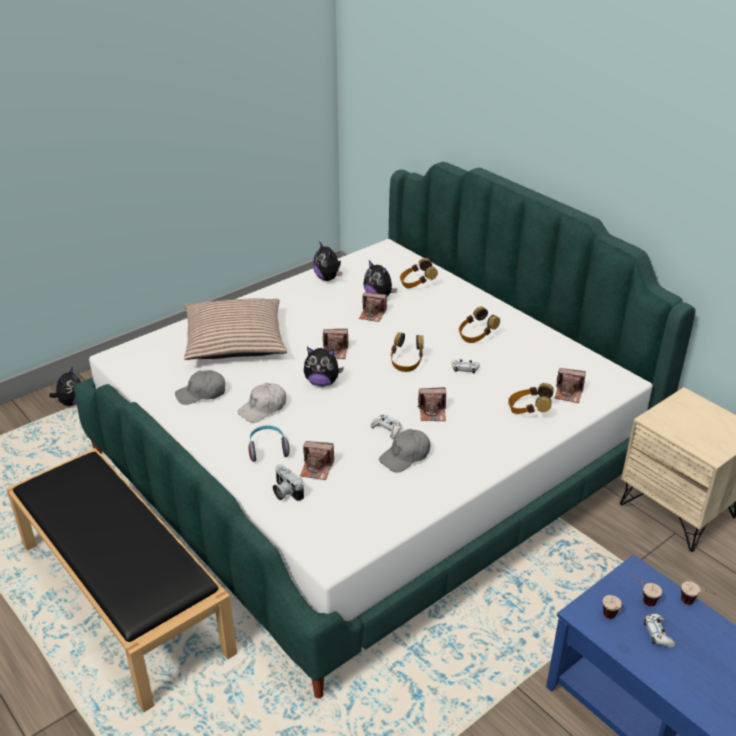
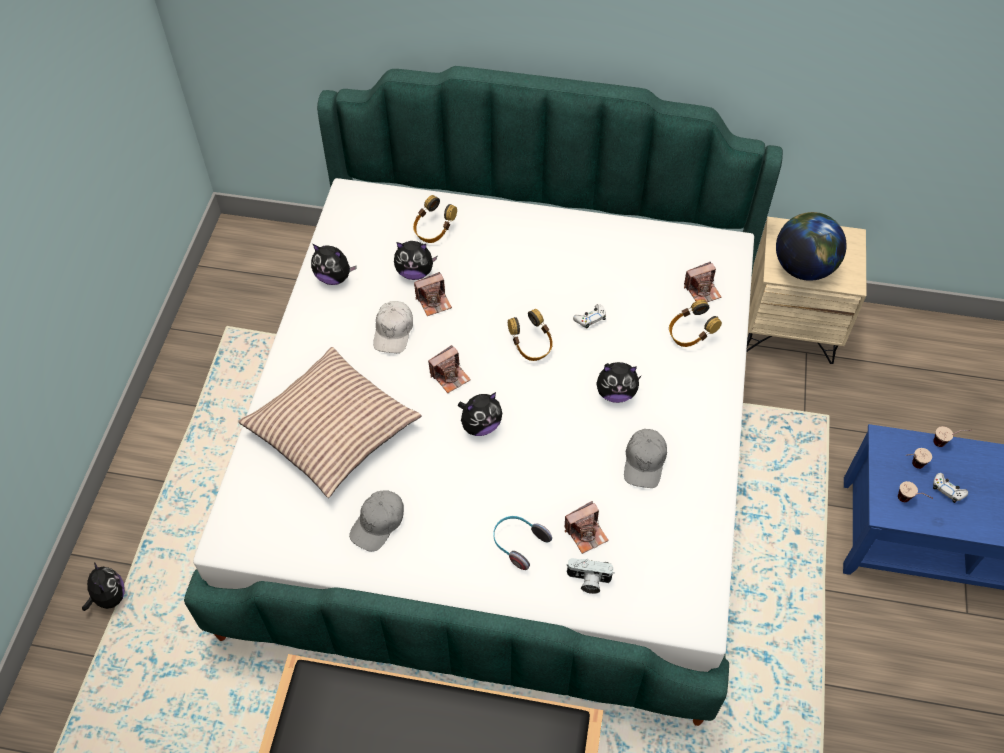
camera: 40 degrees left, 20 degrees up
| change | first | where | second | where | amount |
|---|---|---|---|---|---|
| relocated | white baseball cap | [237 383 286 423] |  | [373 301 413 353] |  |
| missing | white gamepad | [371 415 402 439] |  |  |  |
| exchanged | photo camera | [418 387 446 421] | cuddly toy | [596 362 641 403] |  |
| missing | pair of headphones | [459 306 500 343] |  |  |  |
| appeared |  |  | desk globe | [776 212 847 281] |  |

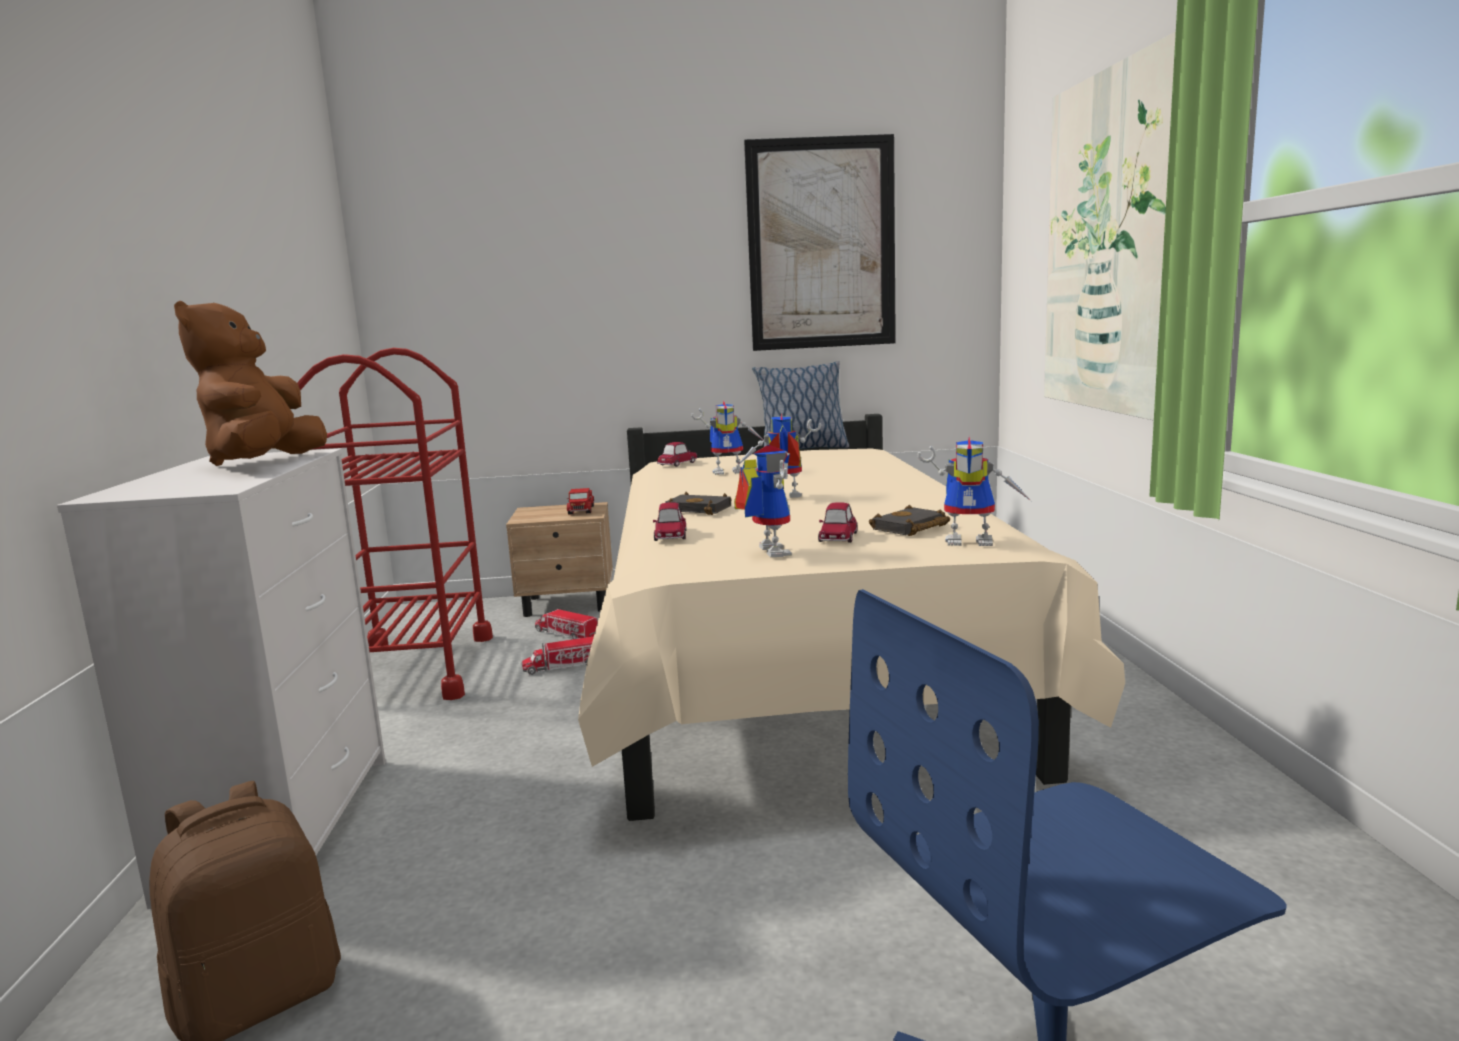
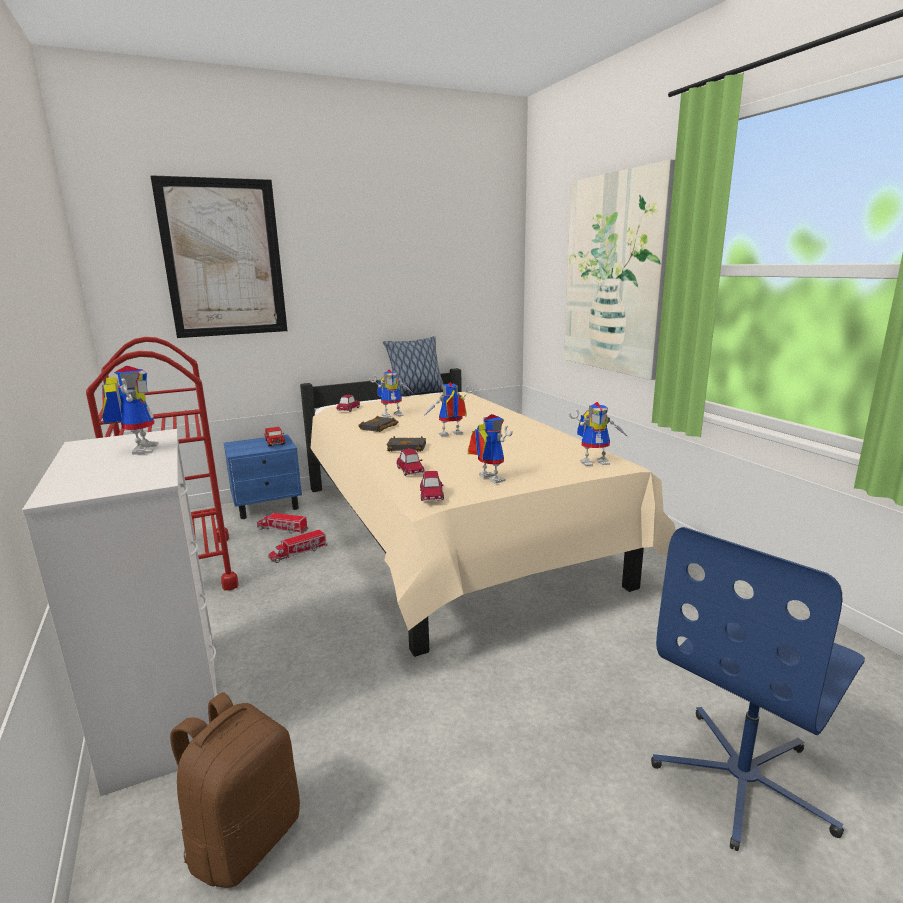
camera: 20 degrees left, 5 degrees up
| change | first | where | second | where | amount |
|---|---|---|---|---|---|
| exchanged | brown cuddly toy | [174 301 327 466] | toy robot | [102 366 159 455] |  |
| colour | beige-coloured night table | [506 502 613 617] | blue night table | [224 434 302 519] |  |
| relocated | picture | [744 134 896 351] |  | [150 175 288 338] |  |
| relocated | miniature car | [818 502 858 543] |  | [420 471 444 501] |  |
| relocated | black-coloured book | [869 505 950 536] |  | [358 416 398 432] |  |

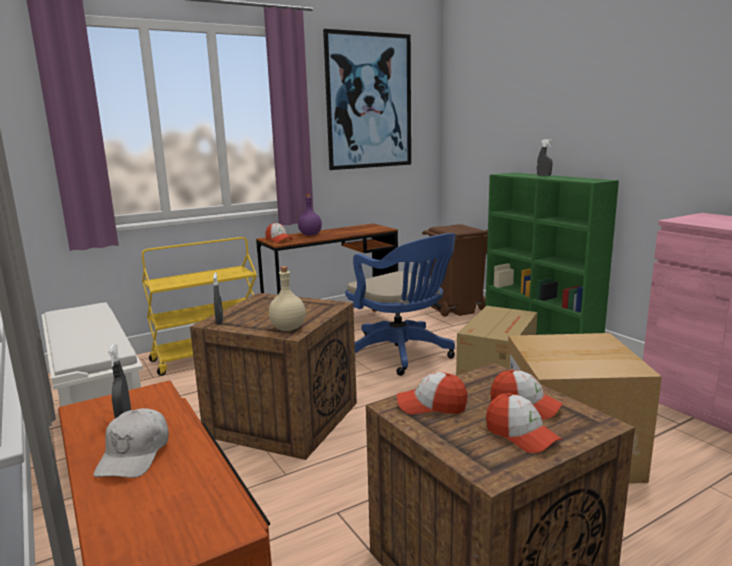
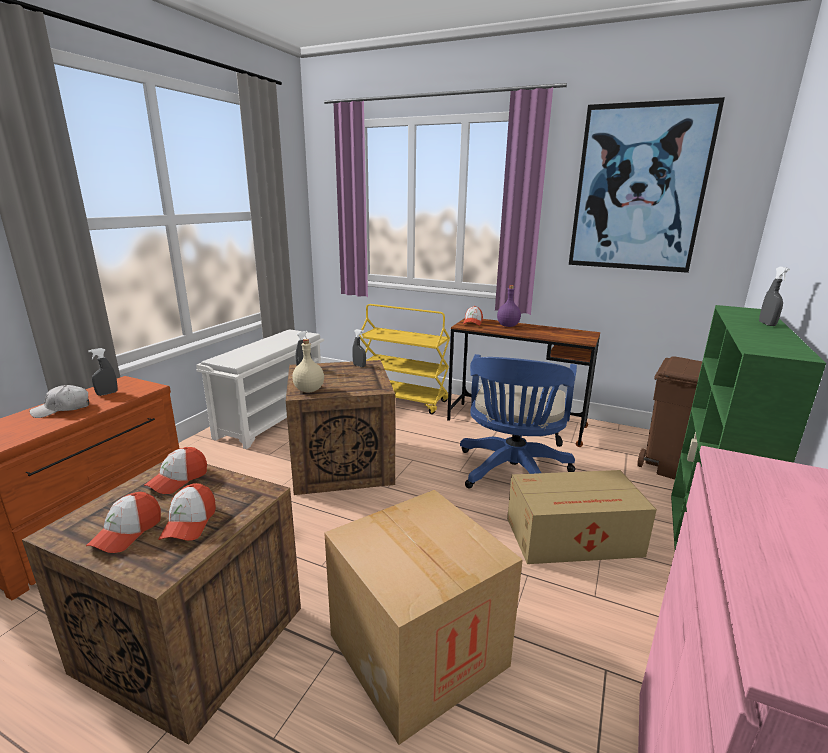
camera: 55 degrees right, 5 degrees up
| change | first | where | second | where | amount |
|---|---|---|---|---|---|
| spun | baseball cap | [397 372 468 415] |  | [144 447 207 494] | 120 degrees counterclockwise |
| appeared |  |  | greyish hand sprayer | [352 329 366 367] |  |

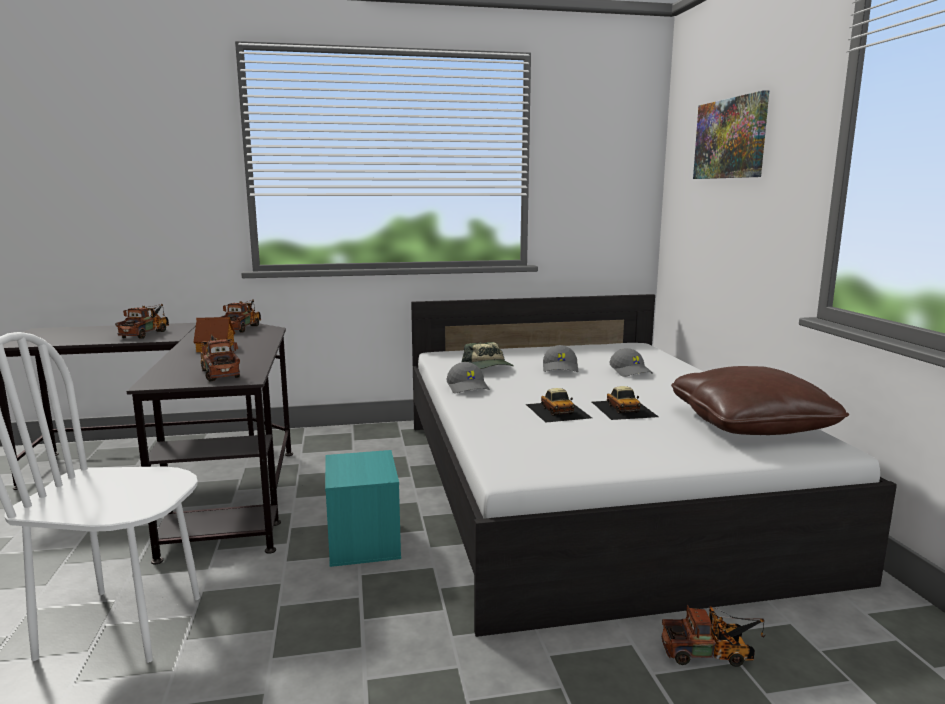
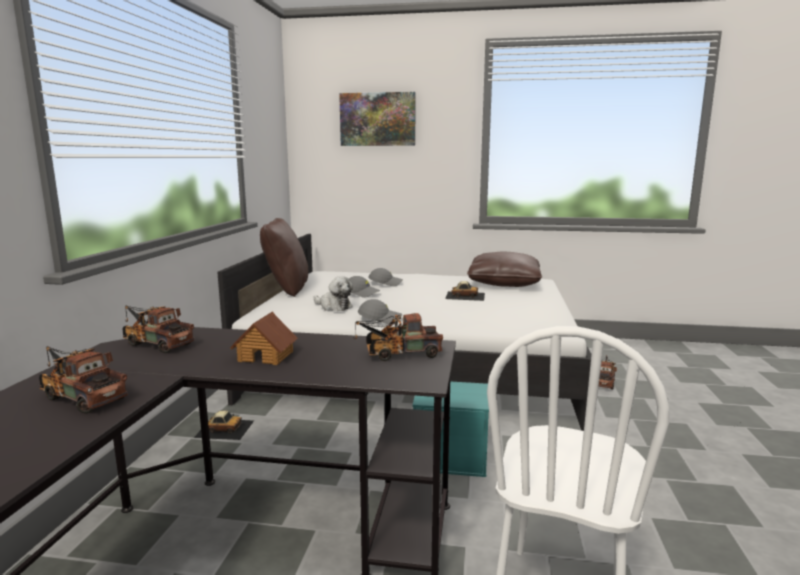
camera: 70 degrees left, 0 degrees up
| change | first | where | second | where | amount |
|---|---|---|---|---|---|
| exchanged | baseball cap | [462 342 514 369] | cuddly toy | [314 276 353 311] |  |
| relocated | miniature car | [526 388 592 423] |  | [194 410 254 440] |  |
| appeared |  |  | brown pillow | [260 218 308 297] |  |

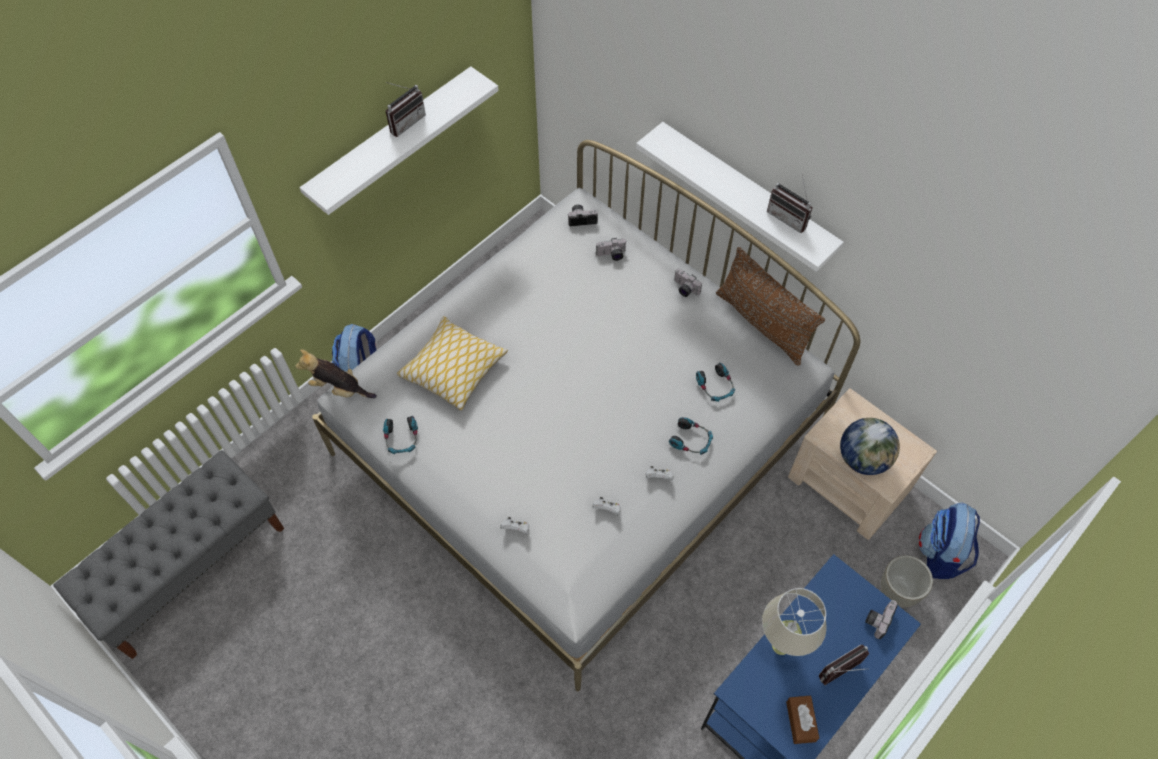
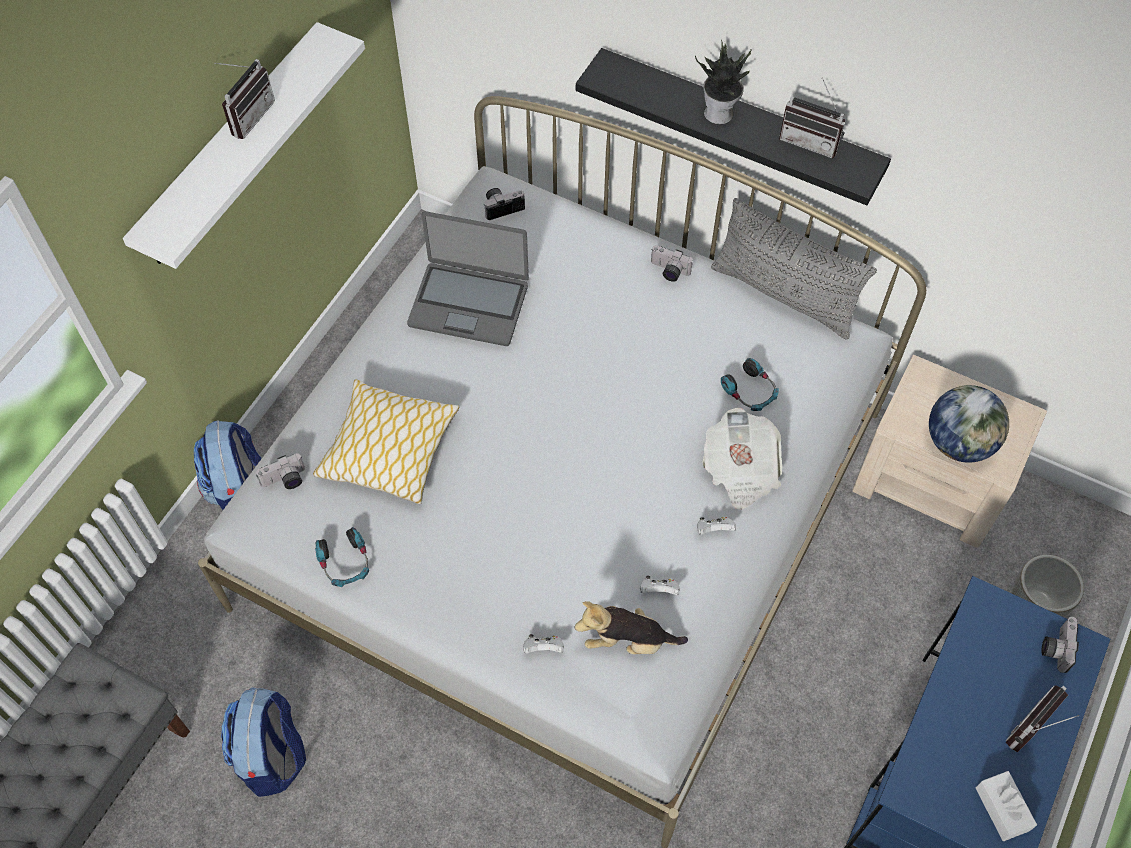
camera: 15 degrees left, 0 degrees up
| change | first | where | second | where | amount |
|---|---|---|---|---|---|
| relocated | cuddly toy | [295 349 377 398] |  | [575 601 688 655] |  |
| relocated | photo camera | [596 238 626 261] |  | [256 453 305 489] |  |
| colour | white bracket shelf | [636 122 844 272] | black-coloured bracket shelf | [576 48 891 206] |  |
| exchanged | pair of headphones | [669 417 713 455] | newspaper | [702 408 782 510] |  |
| colour | brown pillow | [716 247 825 366] | greyish pillow | [711 198 877 340] |  |
| missing | beige-coloured table lamp | [762 588 827 656] |  |  |  |
| colour | brown tissue box | [786 696 819 744] | white tissue box | [976 771 1037 841] |  |
| relocated | rucksack | [919 502 980 579] |  | [221 688 306 797] |  |
| appeared |  |  | laptop | [407 211 529 346] |  |
| appeared |  |  | houseplant | [695 39 752 124] |  |

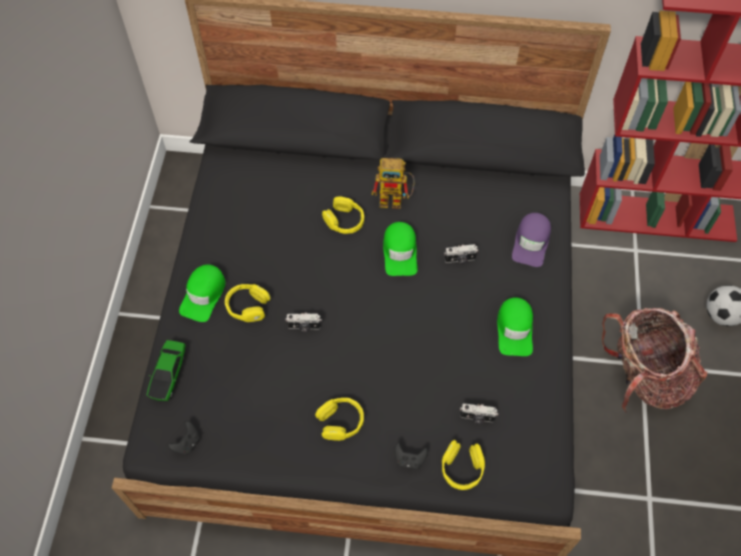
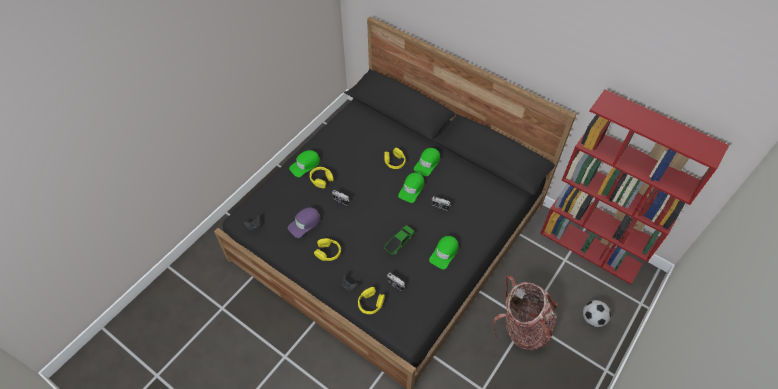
camera: 30 degrees right, 5 degrees down
| change | first | where | second | where | amount |
|---|---|---|---|---|---|
| relocated | miniature car | [146 340 186 401] |  | [384 225 415 255] |  |
| exchanged | toy robot | [372 158 415 209] | green baseball cap | [414 148 440 176] |  |
| relocated | purple-coloured baseball cap | [512 213 551 267] |  | [288 207 320 238] |  |

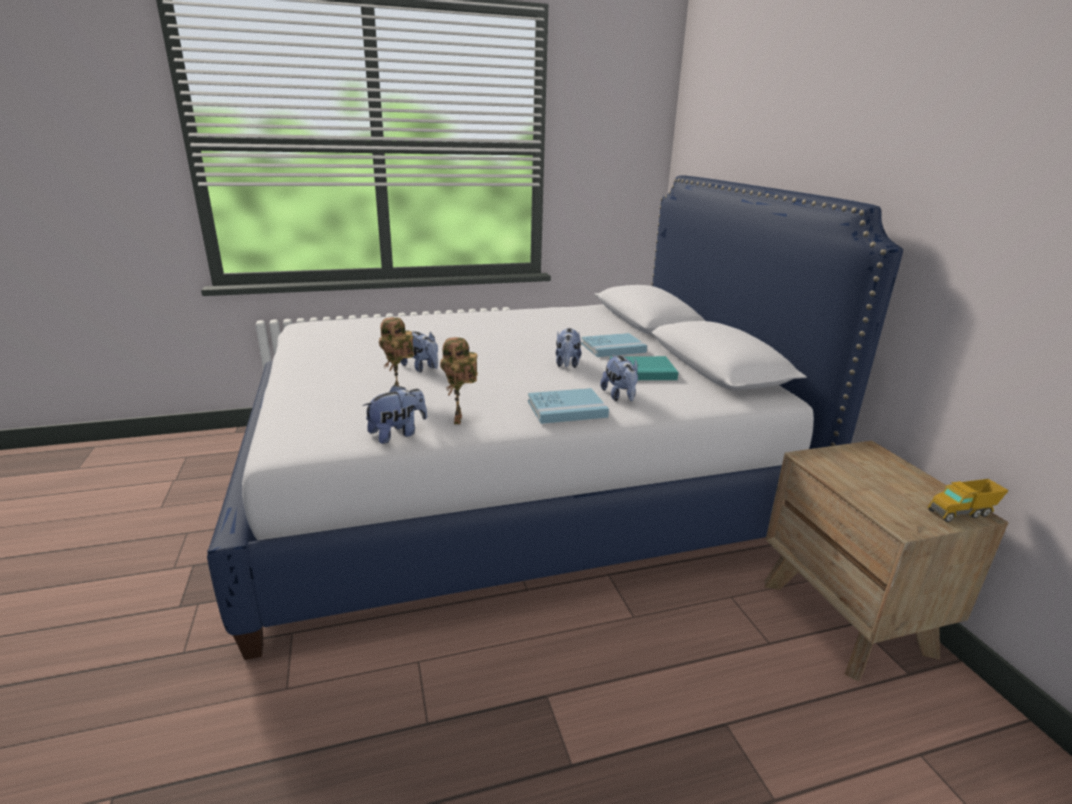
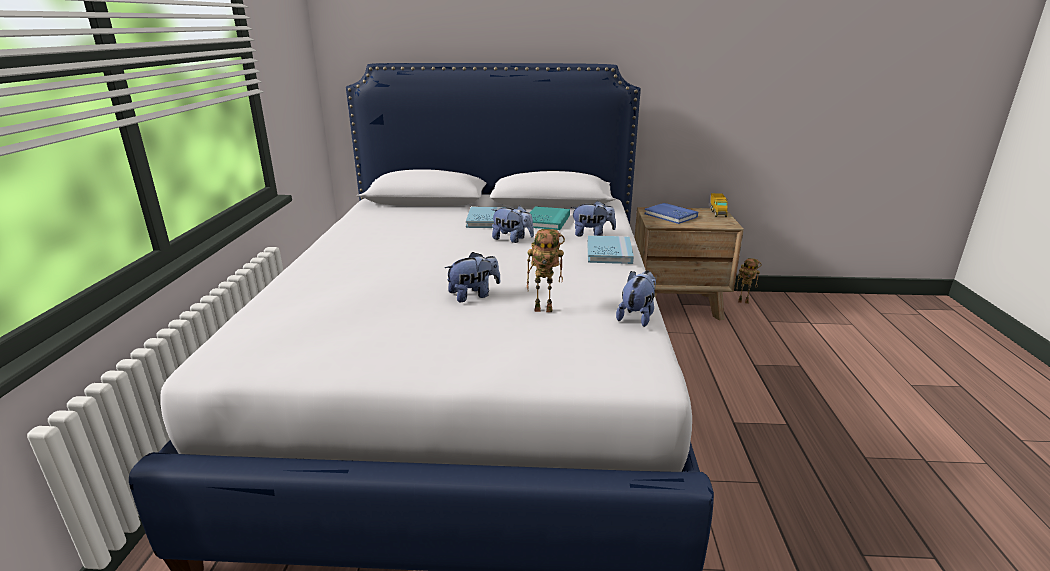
camera: 70 degrees left, 0 degrees up
| change | first | where | second | where | amount |
|---|---|---|---|---|---|
| spun | cuddly toy | [363 385 427 444] |  | [616 271 656 327] | 45 degrees clockwise |
| relocated | toy robot | [440 337 478 424] |  | [736 258 762 304] |  |
| appeared |  |  | blue book | [644 203 698 224] |  |

